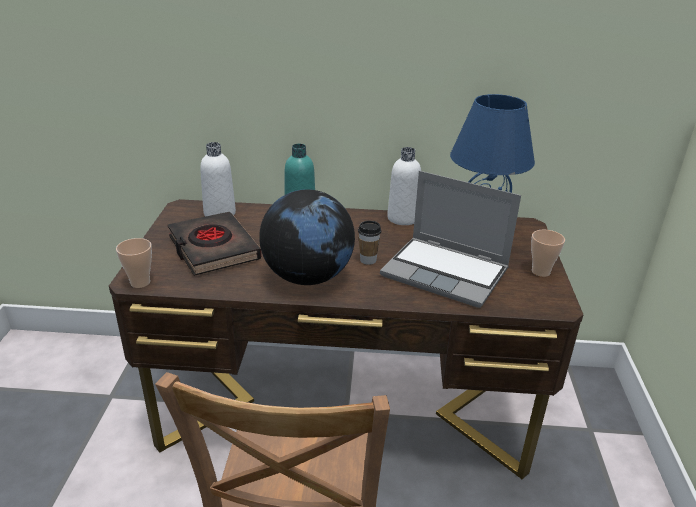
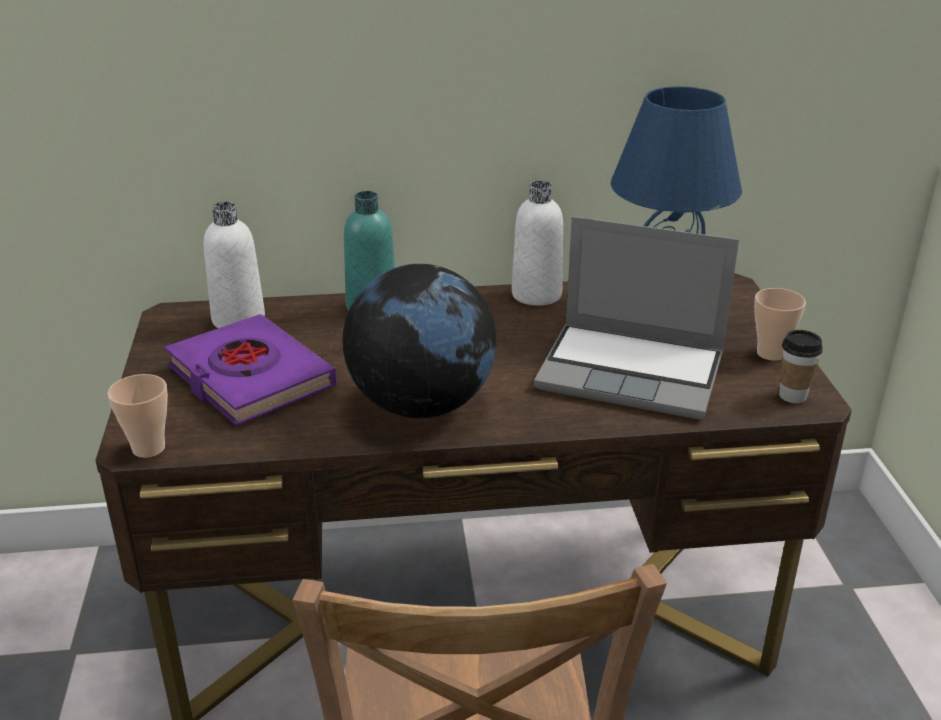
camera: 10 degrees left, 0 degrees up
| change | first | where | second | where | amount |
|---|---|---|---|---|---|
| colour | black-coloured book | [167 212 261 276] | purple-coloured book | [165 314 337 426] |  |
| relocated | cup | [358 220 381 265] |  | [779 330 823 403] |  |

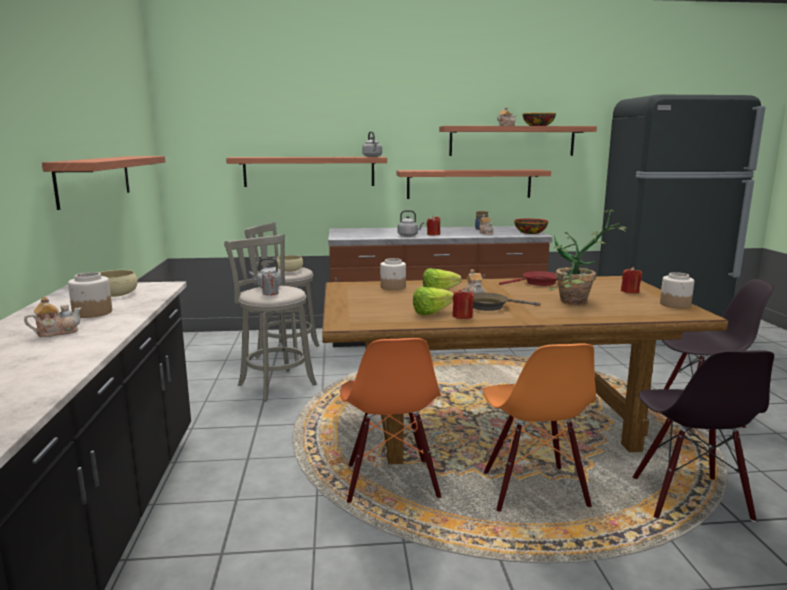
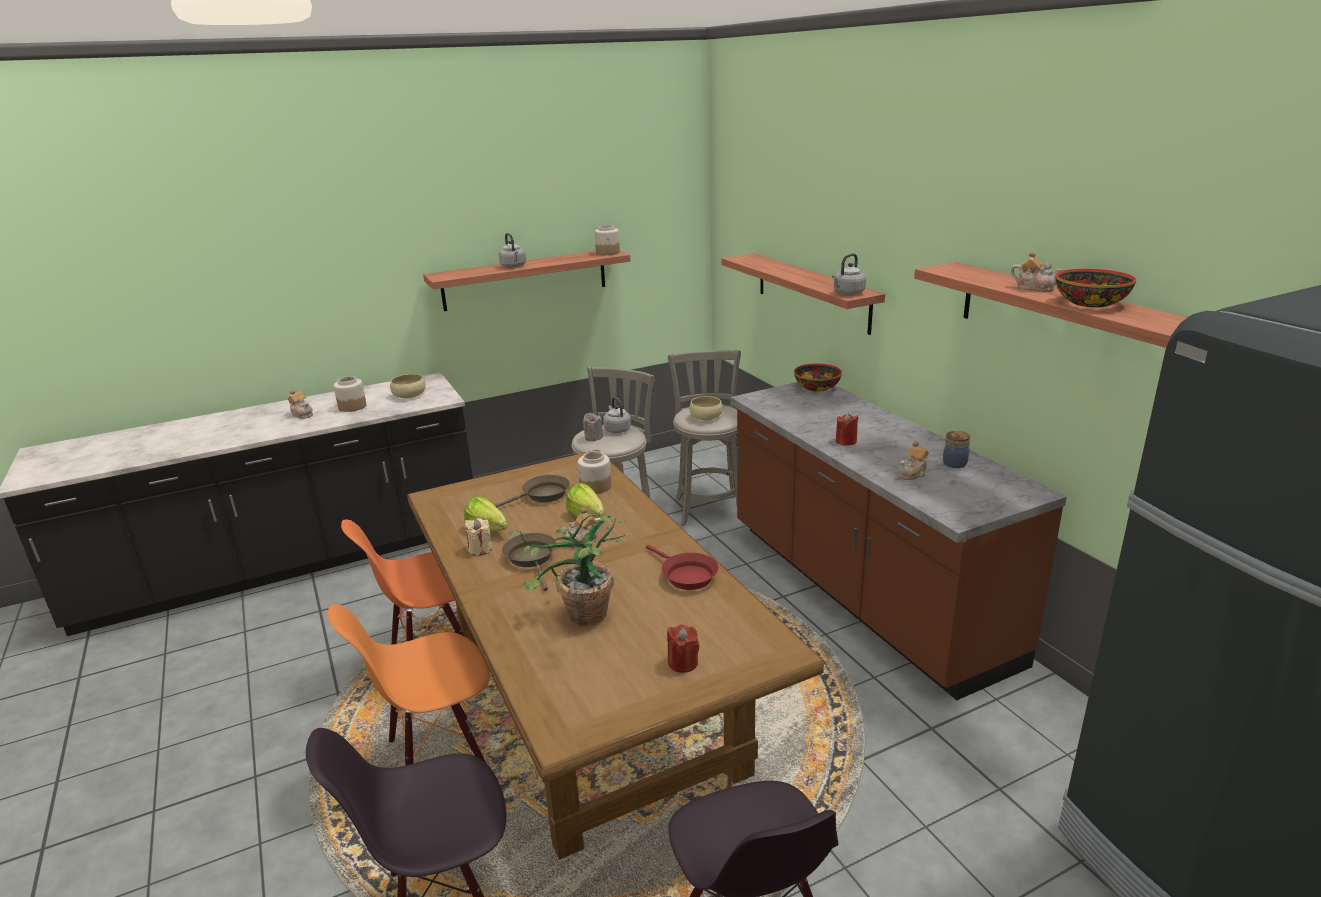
camera: 70 degrees right, 10 degrees up
| change | first | where | second | where | amount |
|---|---|---|---|---|---|
| missing | bracket shelf | [397 170 551 199] |  |  |  |
| relocated | greyish kettle | [398 210 424 237] |  | [499 233 526 268] |  |
| colour | reddish wax light | [452 288 474 319] | beige-coloured wax light | [465 518 492 555] |  |
| relocated | serving bowl | [514 218 548 234] |  | [794 363 842 391] |  |
| relocated | jar | [660 272 694 308] |  | [595 225 620 255] |  |
| appeared |  |  | brown frying pan | [495 475 570 508] |  |

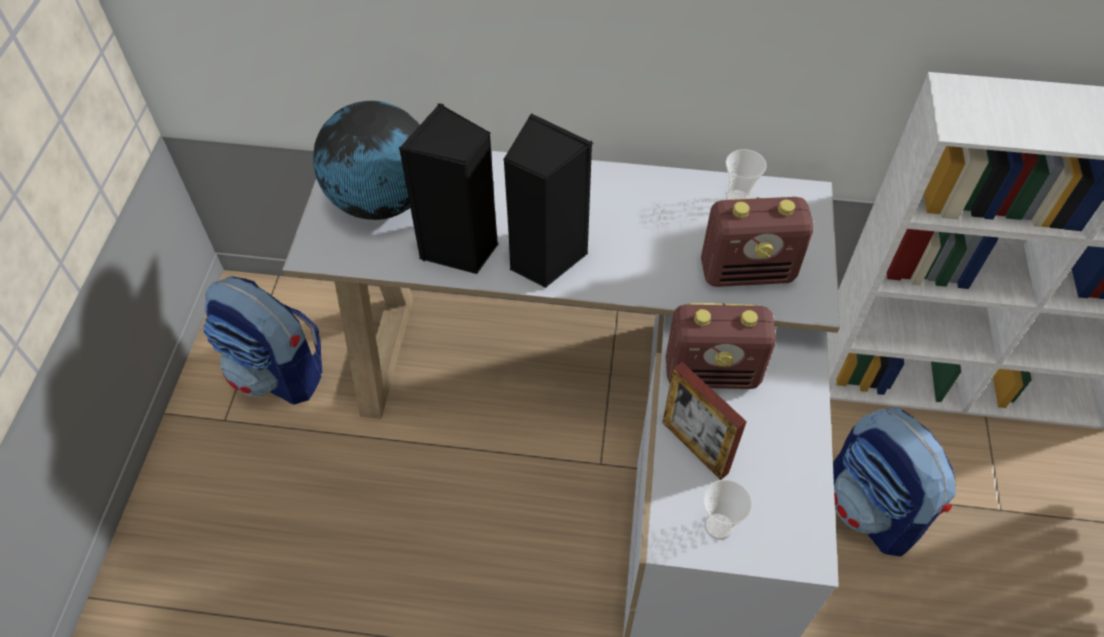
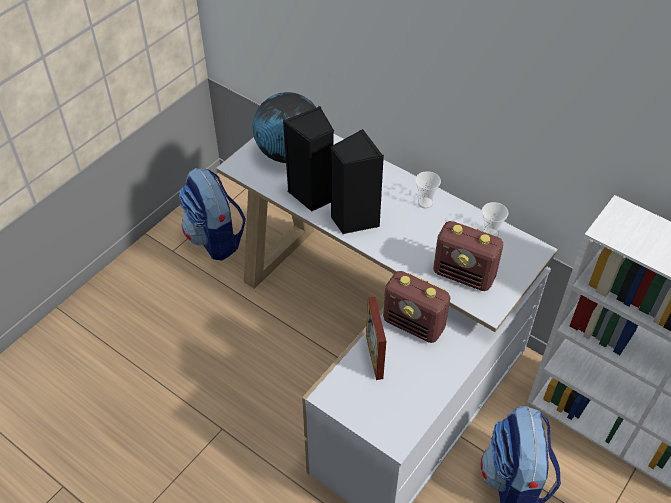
camera: 30 degrees right, 5 degrees down
| change | first | where | second | where | amount |
|---|---|---|---|---|---|
| relocated | cup | [703 480 752 540] |  | [415 171 441 209] |  |

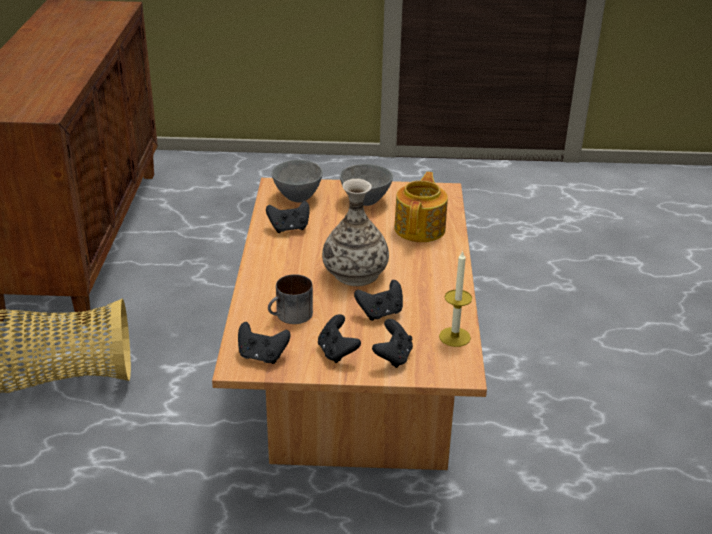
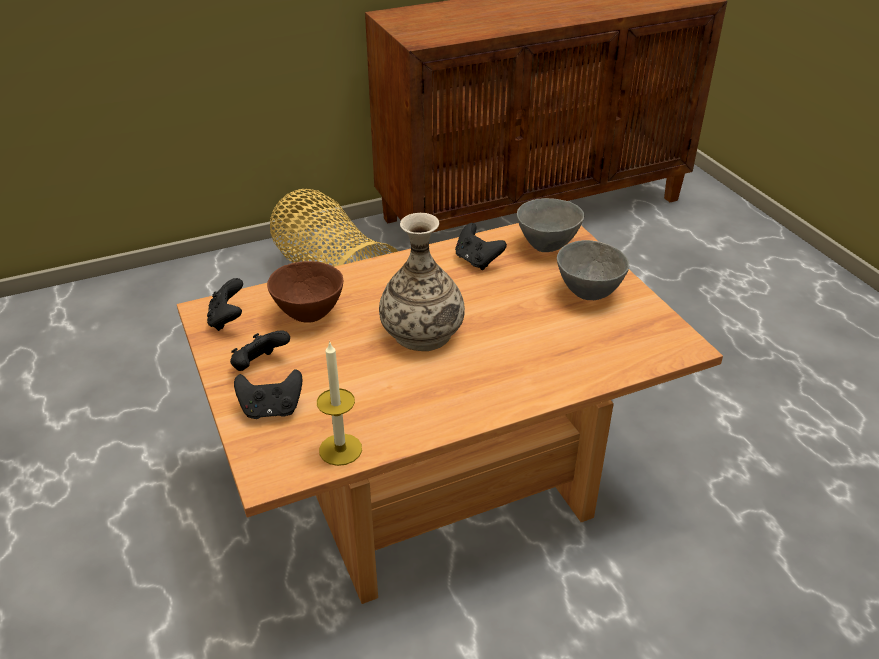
camera: 65 degrees right, 5 degrees up
| change | first | where | second | where | amount |
|---|---|---|---|---|---|
| exchanged | coffee mug | [268 274 313 324] | brown serving bowl | [267 261 343 323] |  |
| missing | black-coloured gamepad | [354 280 403 321] |  |  |  |
| missing | teapot | [394 172 448 242] |  |  |  |

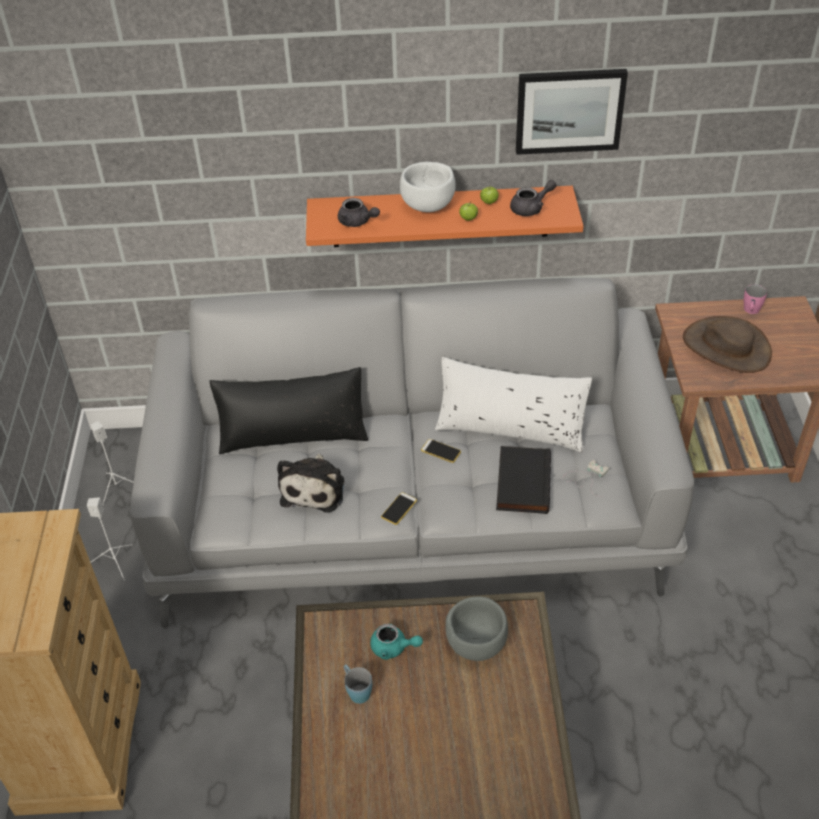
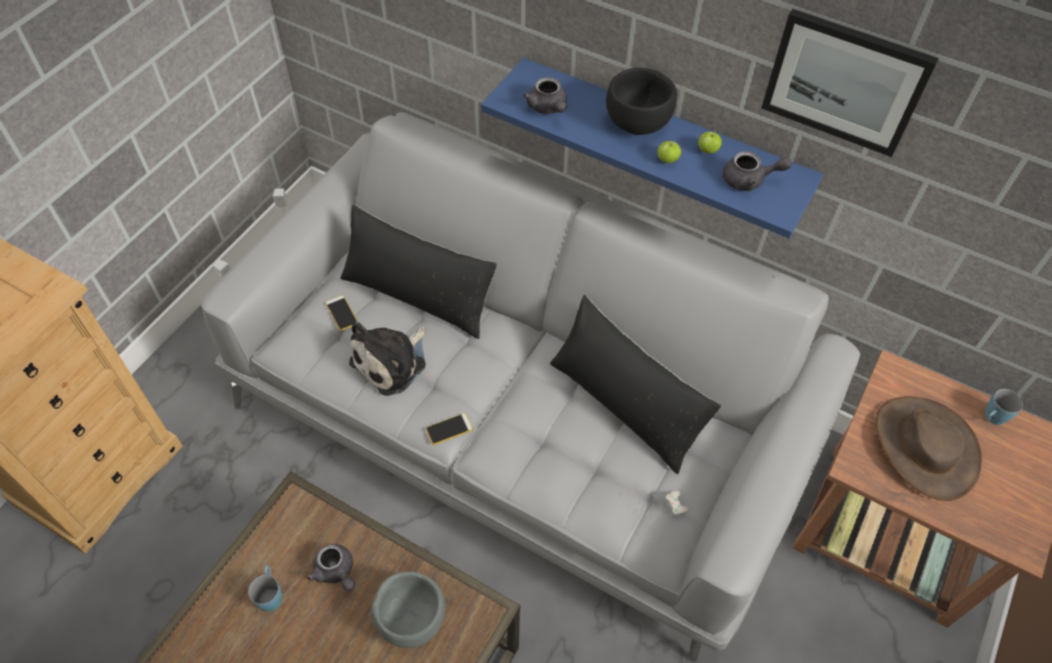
camera: 30 degrees right, 10 degrees up
| change | first | where | second | where | amount |
|---|---|---|---|---|---|
| colour | orangey bracket shelf | [306 186 583 247] | blue bracket shelf | [481 58 824 238] |  |
| colour | blue-green teapot | [370 624 423 660] | greyish teapot | [307 544 355 591] |  |
| colour | white serving bowl | [400 162 456 212] | black-coloured serving bowl | [606 68 677 135] |  |
| relocated | telephone | [421 439 461 463] |  | [325 295 358 331] |  |
| colour | white pillow | [435 357 592 452] | black-coloured pillow | [550 295 721 474] |  |
| missing | black-coloured book | [496 446 551 514] |  |  |  |
| colour | pinkish coffee mug | [744 285 767 314] | blue coffee mug | [985 389 1023 425] |  |

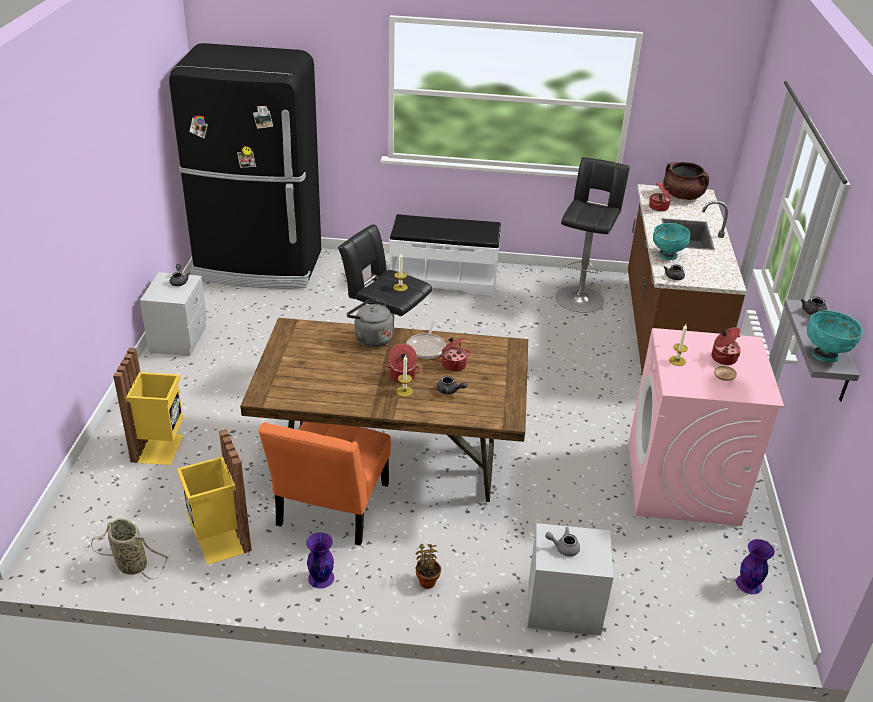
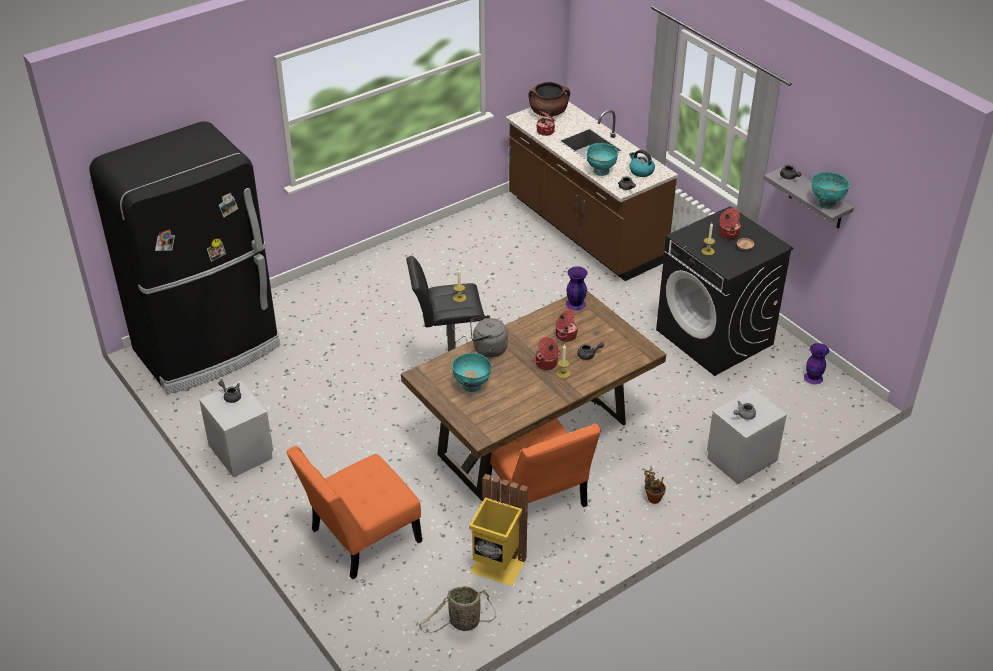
camera: 40 degrees left, 5 degrees up
| change | first | where | second | where | amount |
|---|---|---|---|---|---|
| exchanged | yellow rubbish bin | [113 348 184 465] | orangey plain chair | [286 446 422 580] |  |
| relocated | purple-coloured flower vase | [306 532 334 588] |  | [566 266 588 311] |  |
| missing | white bench | [389 214 501 296] |  |  |  |
| missing | frying pan | [406 321 446 359] |  |  |  |
| missing | black-coloured stool seat | [555 157 630 313] |  |  |  |
| colour | pinkish washing machine | [629 328 784 526] | black-coloured washing machine | [656 206 793 376] |  |
| appeared |  |  | blue-green serving bowl | [452 353 491 392] |  |
| appeared |  |  | kettle | [629 150 655 177] |  |

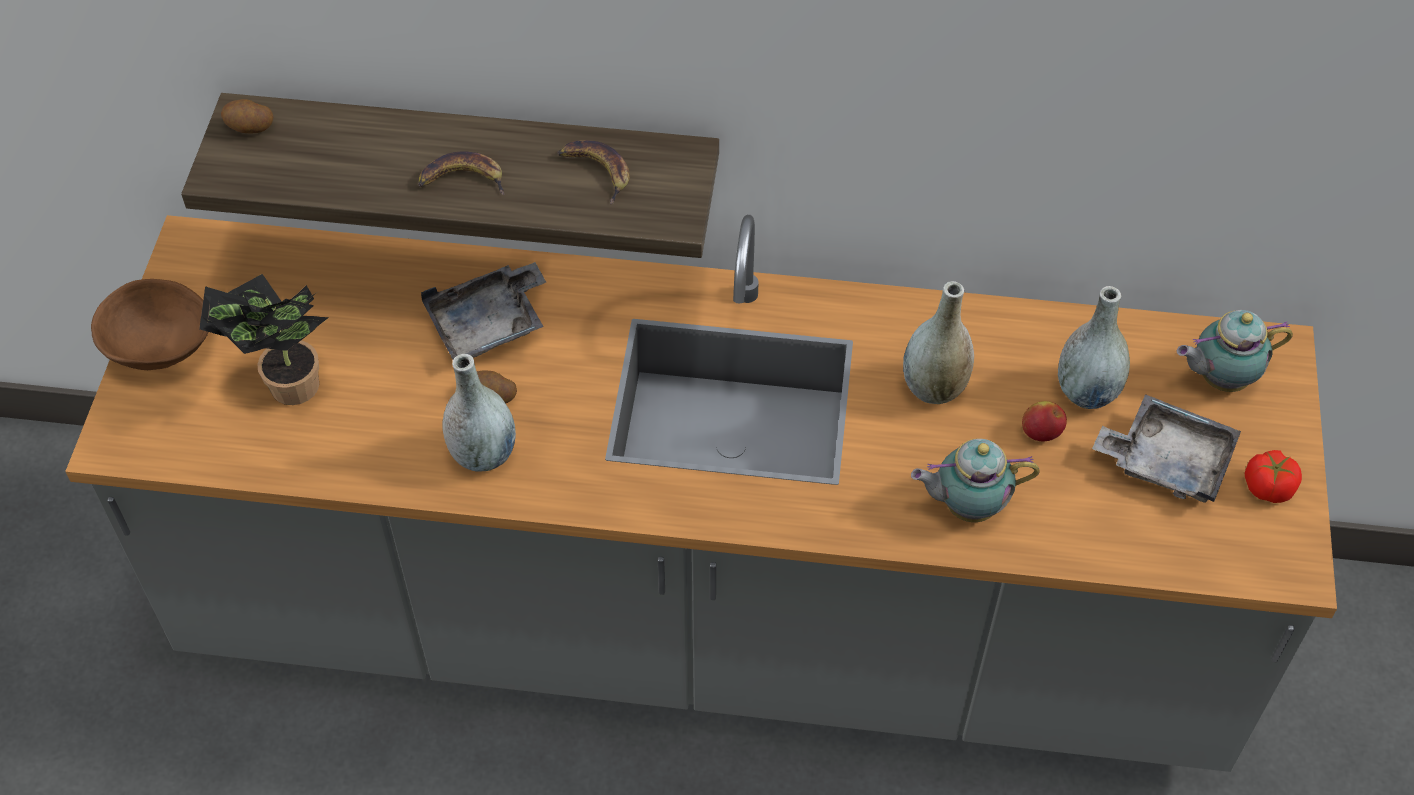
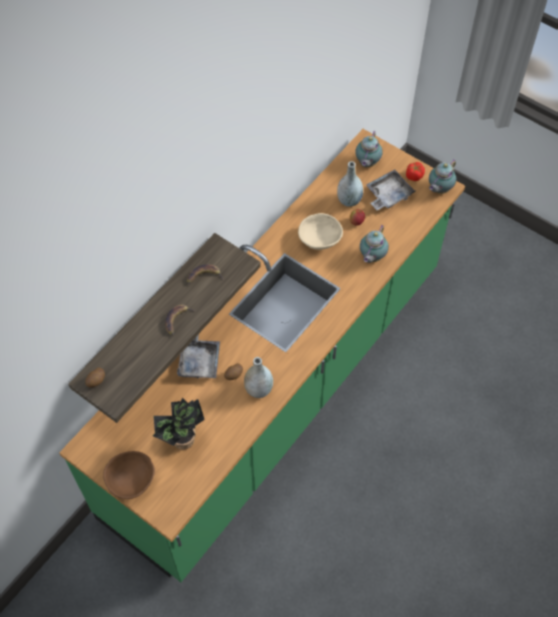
camera: 60 degrees left, 5 degrees up
| change | first | where | second | where | amount |
|---|---|---|---|---|---|
| colour | greyish kitchen base unit | [65 215 1337 772] | green kitchen base unit | [59 129 465 583] |  |
| exchanged | greyish flower vase | [903 281 974 404] | beige-coloured serving bowl | [298 213 343 250] |  |
| appeared |  |  | teapot | [429 159 457 194] |  |

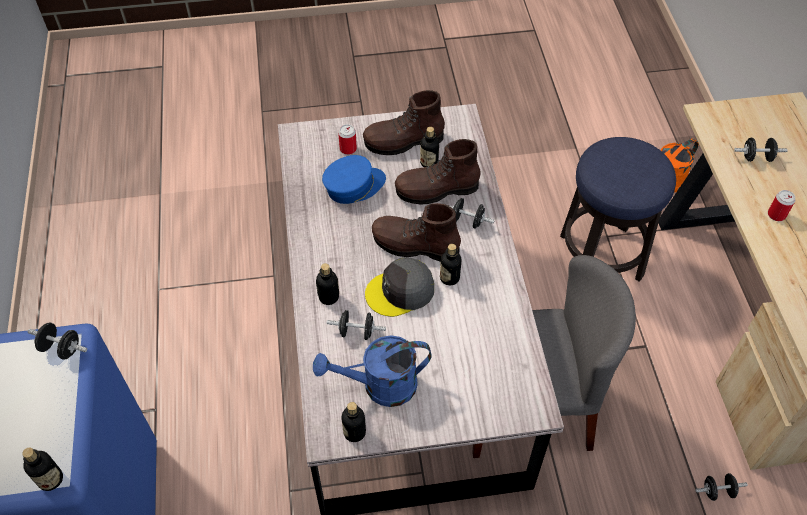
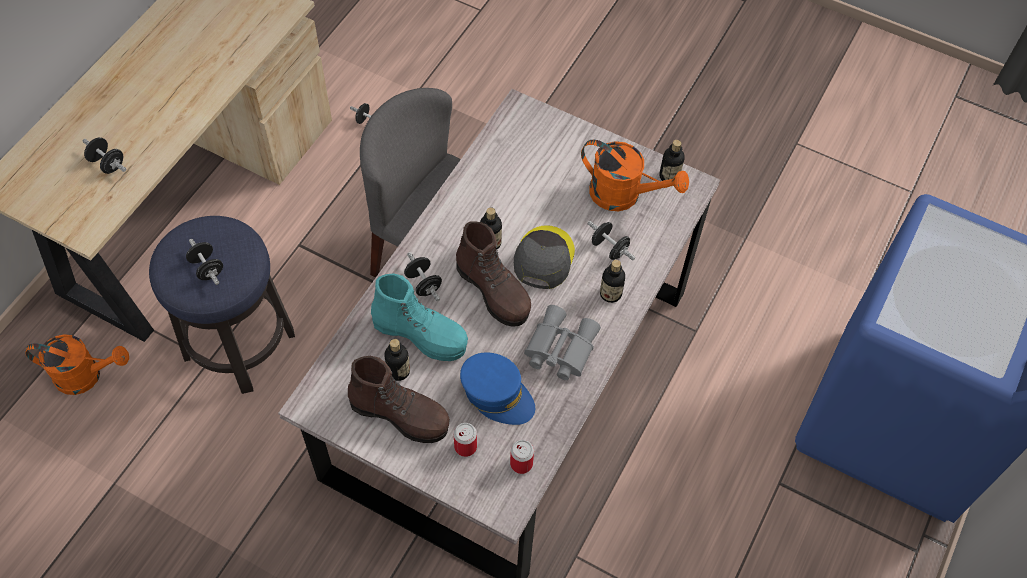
camera: 145 degrees left, 5 degrees up
| change | first | where | second | where | amount |
|---|---|---|---|---|---|
| missing | bottle | [22 447 63 491] |  |  |  |
| relocated | black-coloured free weight | [27 323 87 360] |  | [186 239 223 285] |  |
| colour | blue watering can | [313 335 432 407] | orangey watering can | [581 140 689 211] |  |
| spun | blue baseball cap | [322 155 386 204] |  | [460 352 535 425] | 150 degrees counterclockwise |
| spun | greyish baseball cap | [365 257 434 317] |  | [514 225 575 289] | 90 degrees counterclockwise |
| colour | brown boot | [395 139 481 204] | blue-green boot | [371 273 468 361] |  |
| relocated | sealed can | [768 190 795 221] |  | [510 440 534 474] |  |
| appeared |  |  | greyish pair of binoculars | [524 305 601 380] |  |

